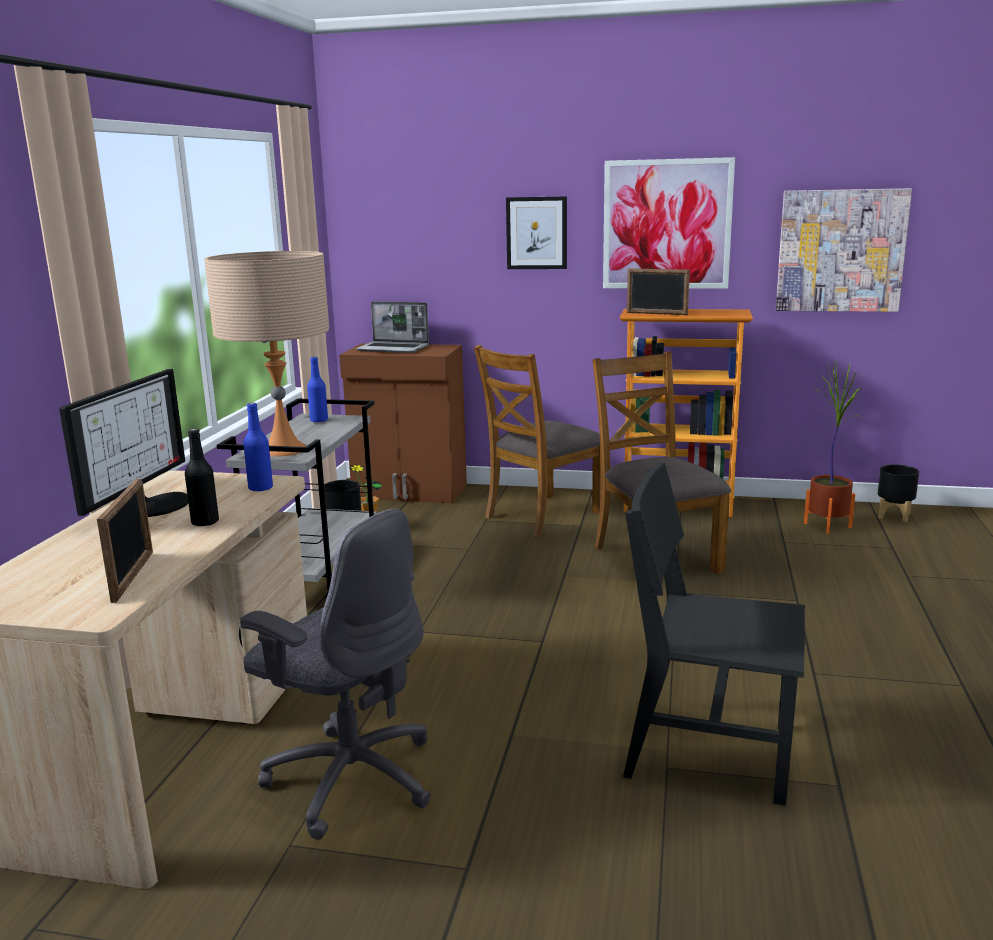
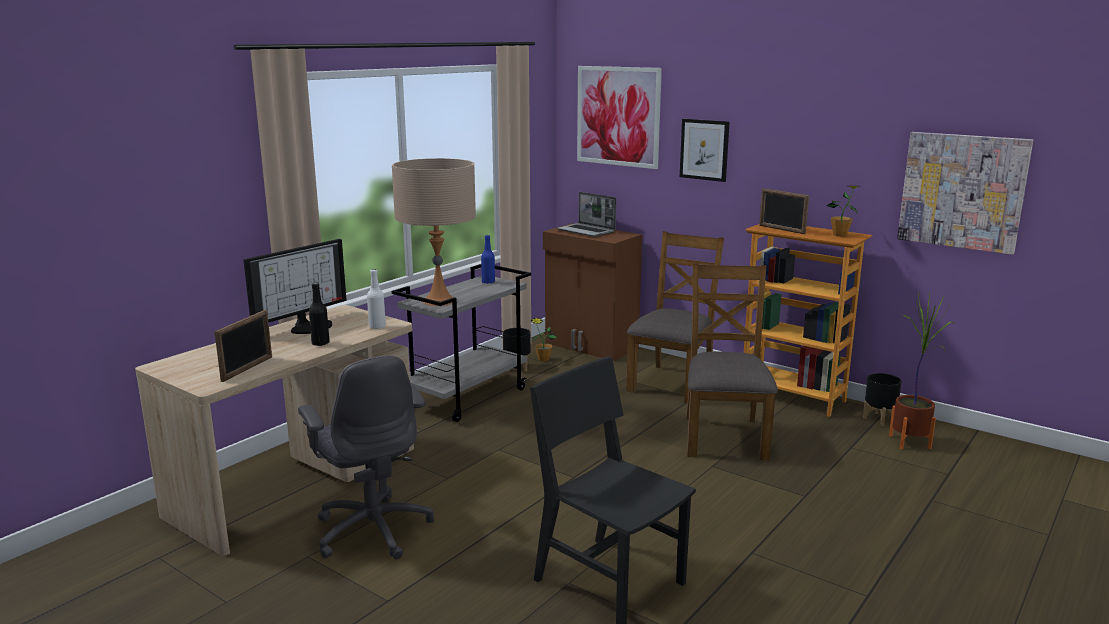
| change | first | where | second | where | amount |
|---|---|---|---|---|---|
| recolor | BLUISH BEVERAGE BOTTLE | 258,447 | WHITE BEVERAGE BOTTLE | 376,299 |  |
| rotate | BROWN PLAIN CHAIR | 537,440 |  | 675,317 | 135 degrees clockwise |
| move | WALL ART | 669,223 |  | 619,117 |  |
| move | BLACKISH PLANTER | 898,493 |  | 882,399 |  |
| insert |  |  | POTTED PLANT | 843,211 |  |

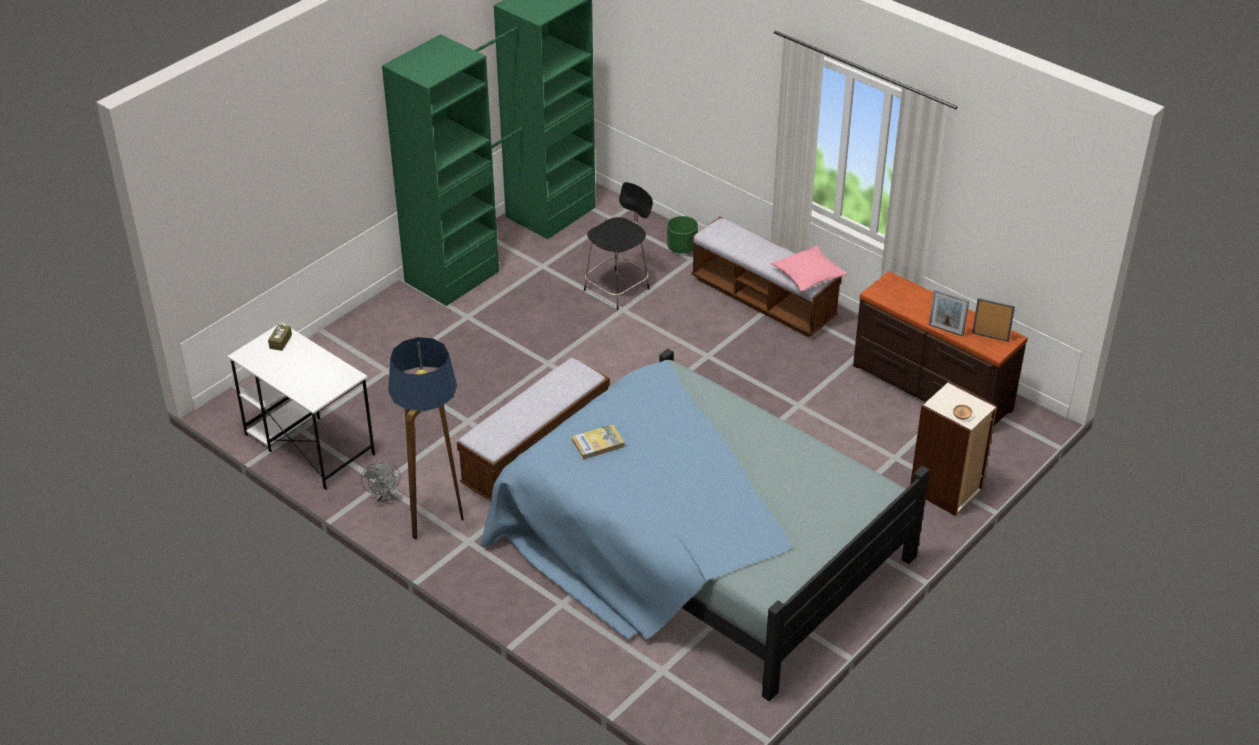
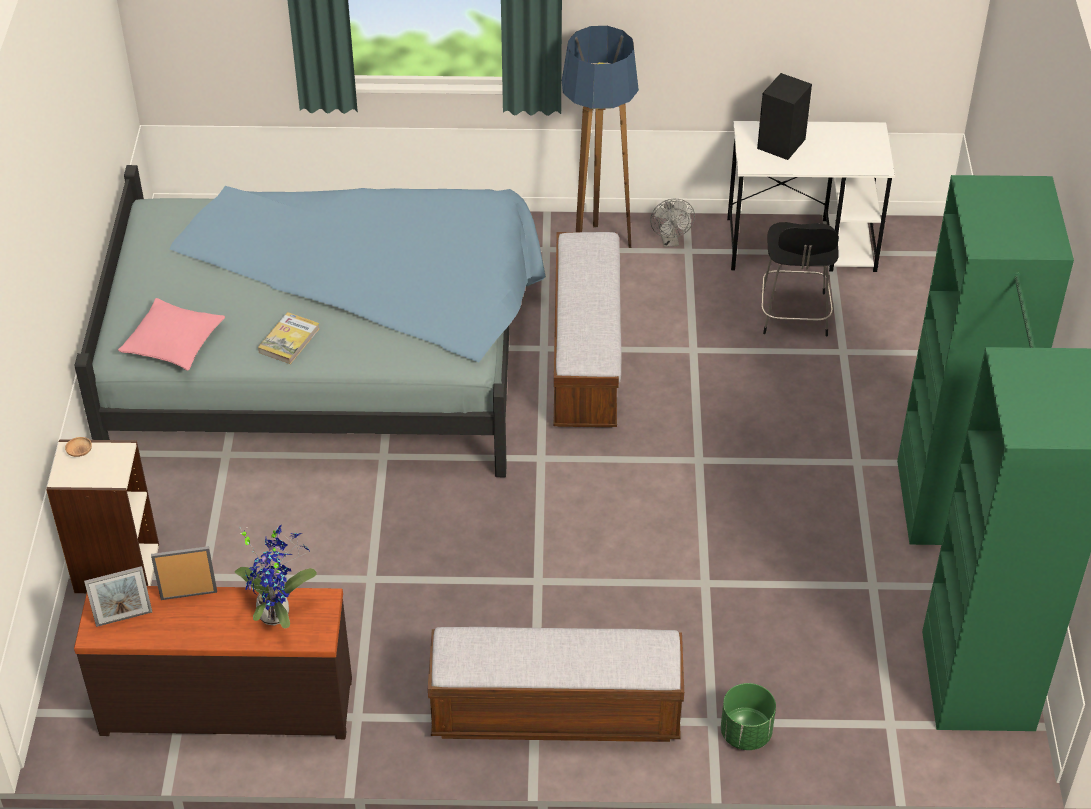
| change | first | where | second | where | amount |
|---|---|---|---|---|---|
| delete | BROWN BOX OF TISSUES | 280,337 |  |  |  |
| rotate | GREY FAN | 380,481 |  | 672,223 | 135 degrees counterclockwise |
| move | BOOK | 598,442 |  | 289,338 |  |
| move | BLACKISH STOOL SEAT | 618,246 |  | 800,279 |  |
| move | PINK CUSHION | 809,269 |  | 171,334 |  |
| insert |  |  | POTTED PLANT | 276,576 |  |
| insert |  |  | BLACKISH AUDIO SPEAKER | 784,116 |  |

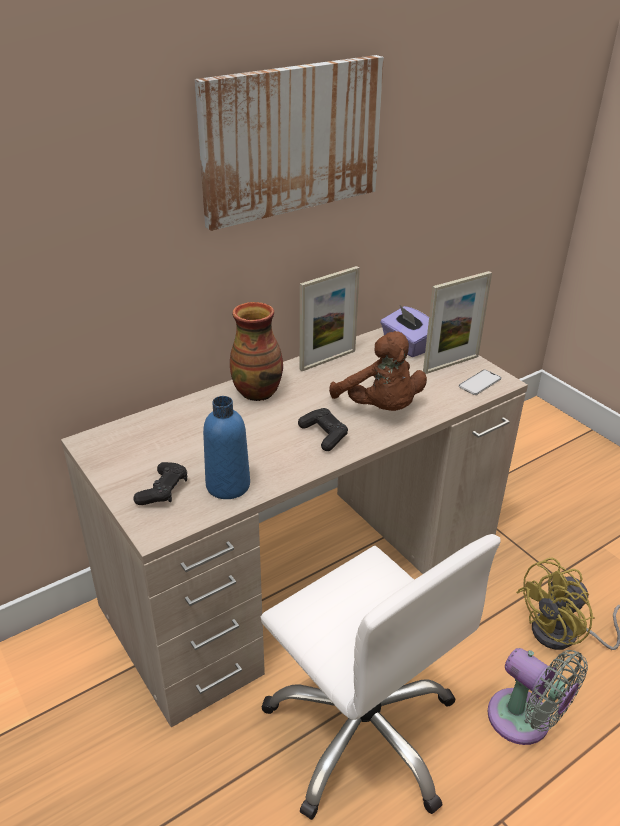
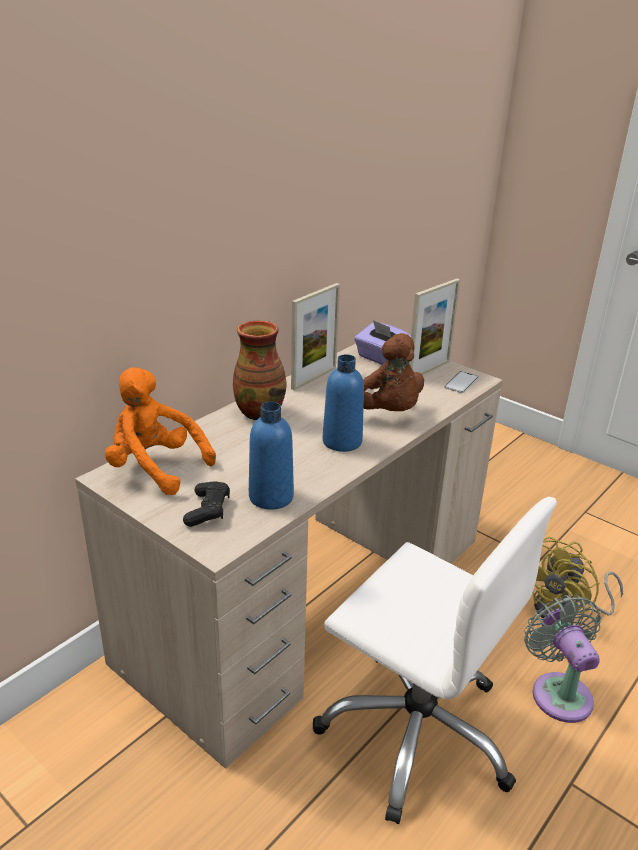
| change | first | where | second | where | amount |
|---|---|---|---|---|---|
| delete | WALL ART | 289,143 |  |  |  |
| replace | BLACKISH JOYPAD | 323,429 | BLUISH BEVERAGE BOTTLE | 343,403 |  |
| rotate | GREY FAN | 537,696 |  | 562,659 | 135 degrees counterclockwise |
| insert |  |  | ORANGEY PLUSH TOY | 160,431 |  |

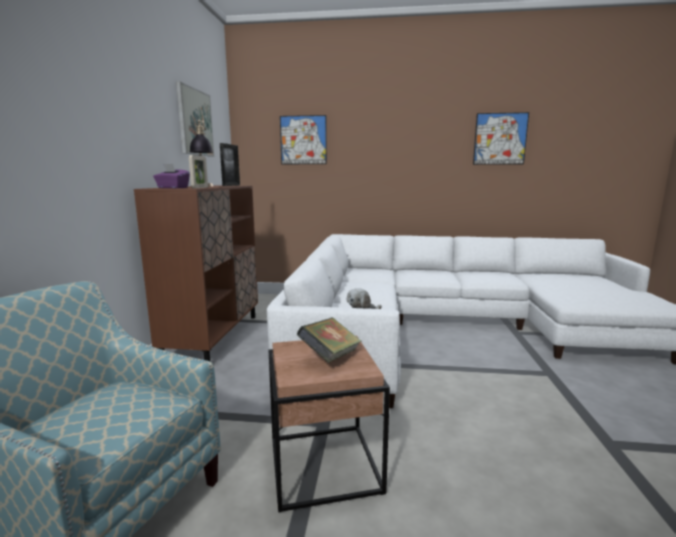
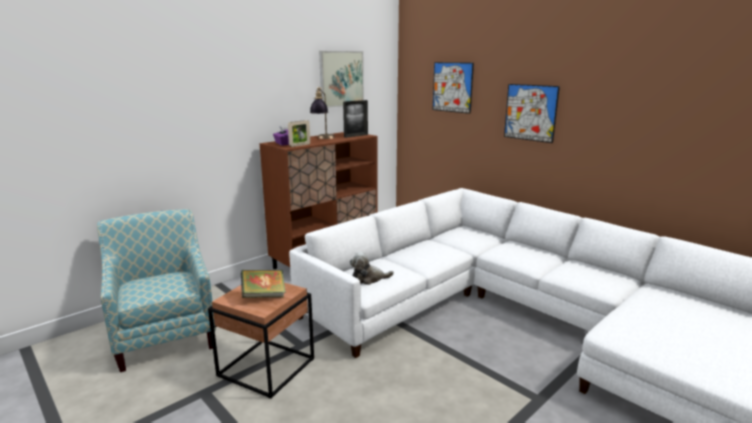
| change | first | where | second | where | amount |
|---|---|---|---|---|---|
| move | WALL ART | 501,138 |  | 532,113 |  |

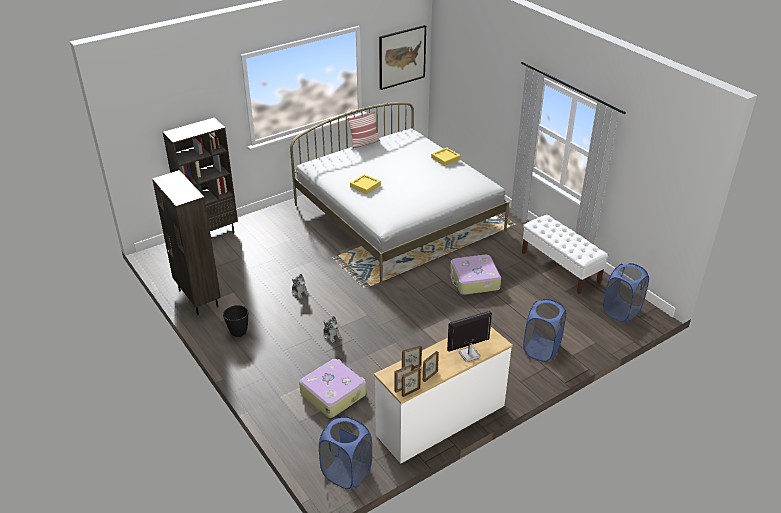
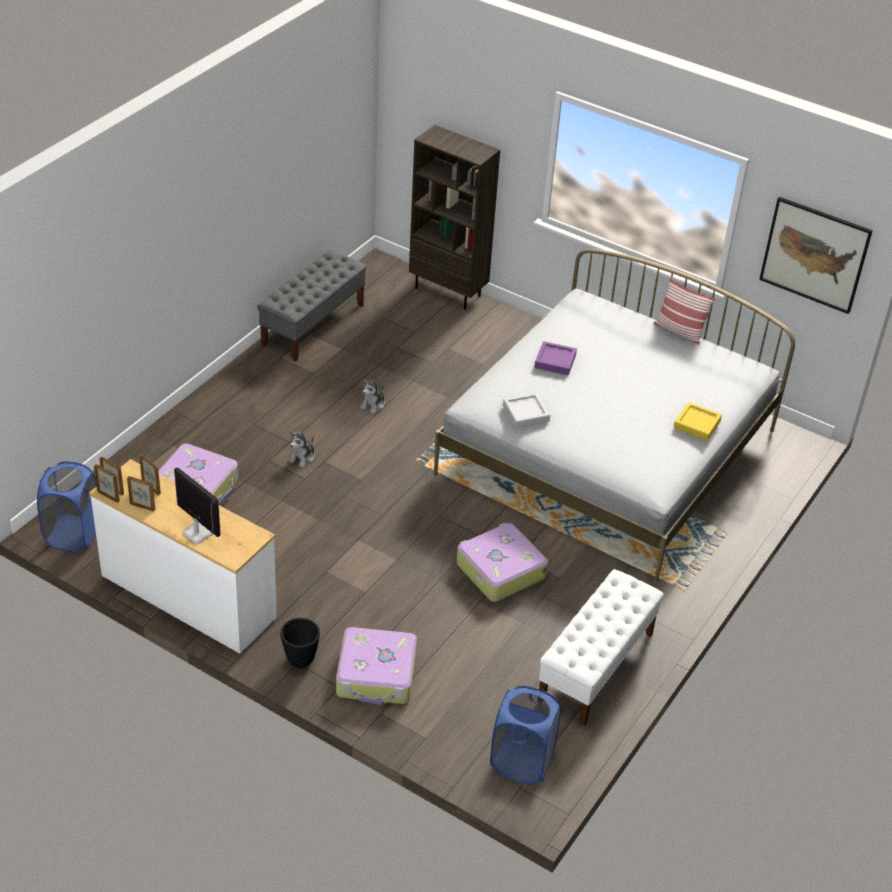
| change | first | where | second | where | amount |
|---|---|---|---|---|---|
| replace | BROWN SHELVING UNIT | 186,242 | GREY BENCH | 312,306 |  |
| move | BLACKISH PLANTER | 236,321 |  | 300,643 |  |
| recolor | YELLOW-COLOURED CARRYING TRAY | 365,184 | PURPLE-COLOURED CARRYING TRAY | 556,358 |  |
| replace | BLUISH LAUNDRY BASKET | 544,330 | SUITCASE | 376,666 |  |
| insert |  |  | GREY CARRYING TRAY | 526,410 |  |

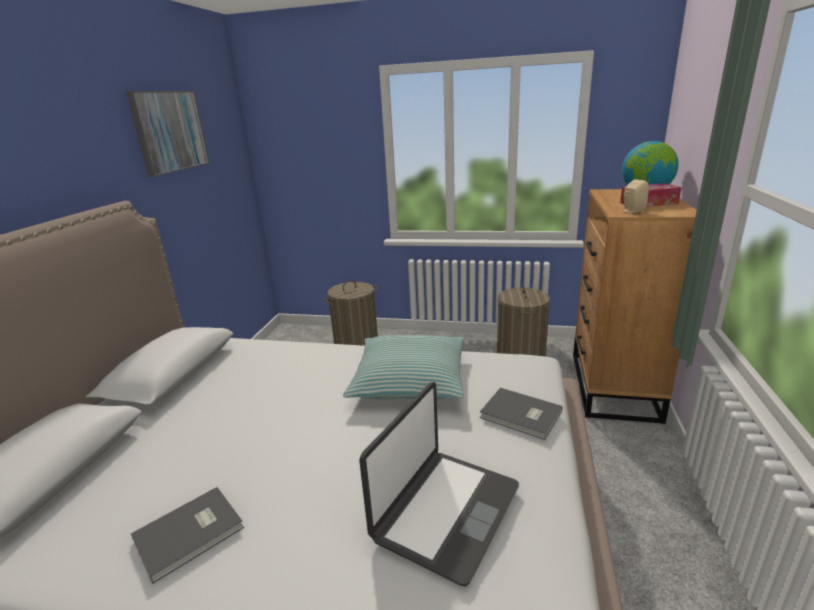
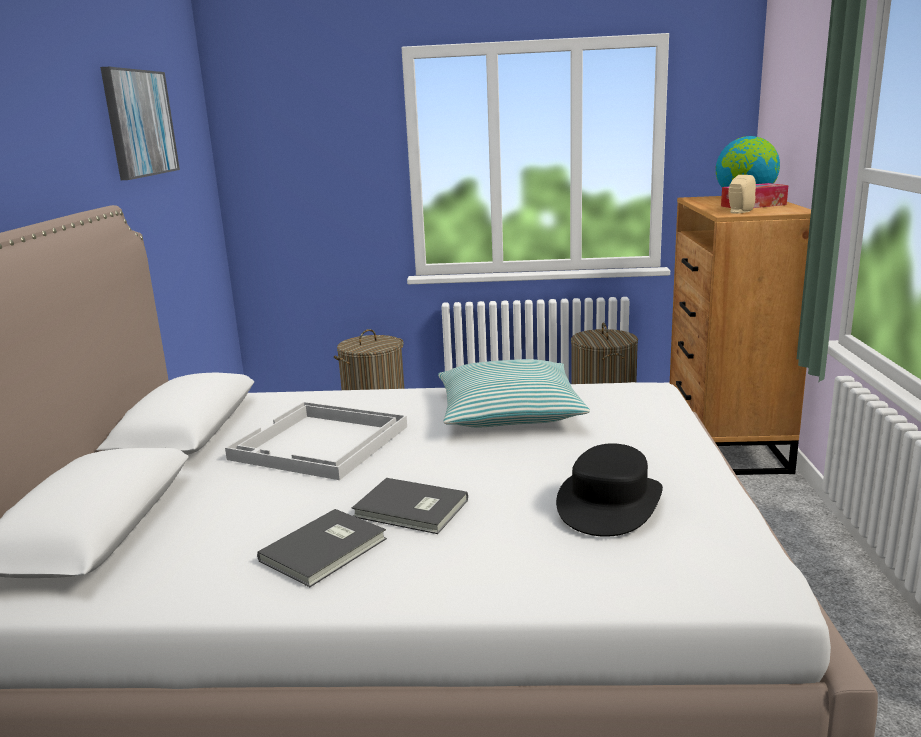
| change | first | where | second | where | amount |
|---|---|---|---|---|---|
| replace | PORTABLE COMPUTER | 439,484 | BLACKISH WEARABLE HAT | 609,490 |  |
| move | GREY BOOK | 521,414 |  | 410,506 |  |
| insert |  |  | WHITE CARRYING TRAY | 316,441 |  |

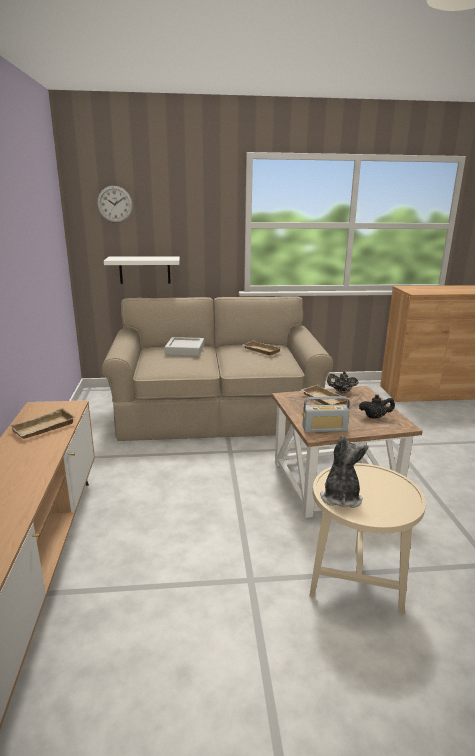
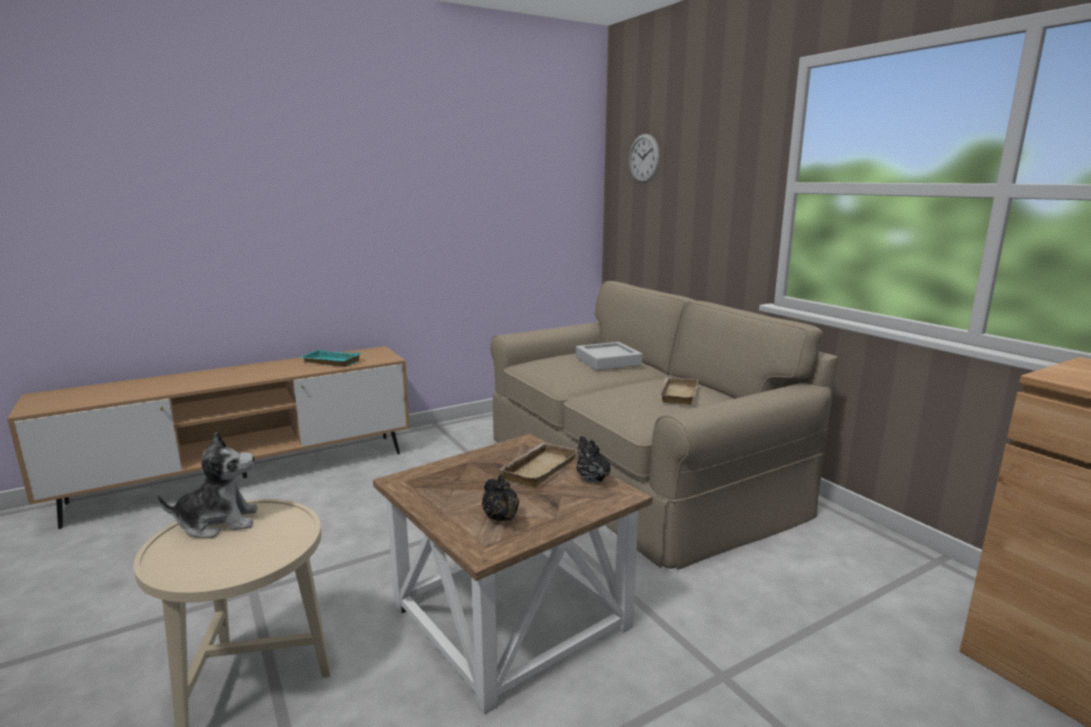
| change | first | where | second | where | amount |
|---|---|---|---|---|---|
| recolor | BEIGE CARRYING TRAY | 42,423 | TURQUOISE-COLOURED CARRYING TRAY | 330,358 |  |
| delete | WHITE SHELF | 142,270 |  |  |  |
| delete | RADIO SET | 326,414 |  |  |  |

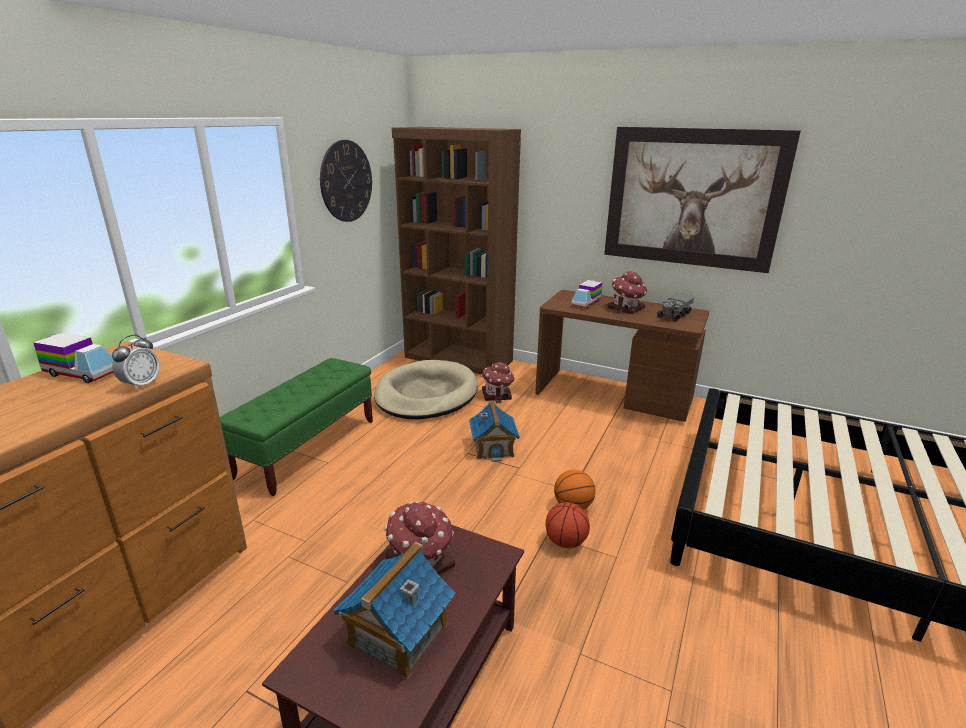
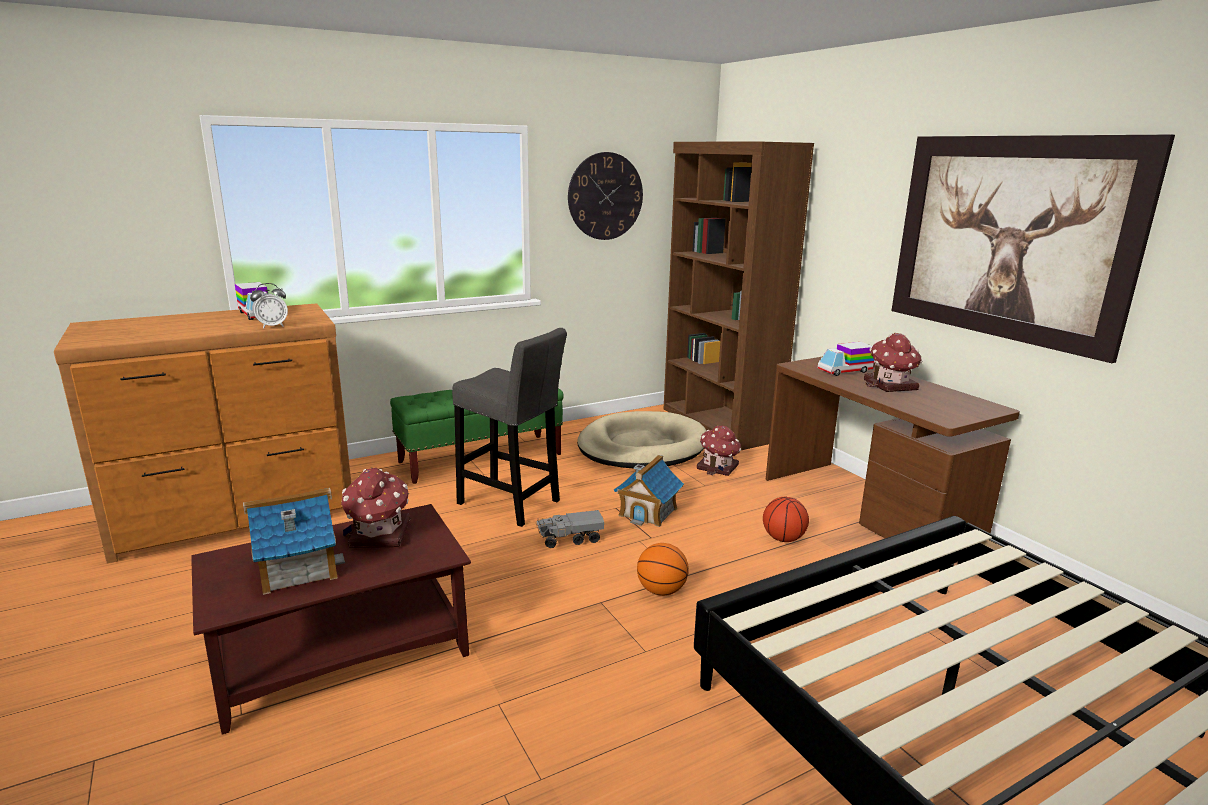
| change | first | where | second | where | amount |
|---|---|---|---|---|---|
| move | BALL FOR BASKETBALL | 568,525 |  | 786,519 |  |
| move | MODEL TRUCK | 675,307 |  | 570,529 |  |
| insert |  |  | GREY STOOL SEAT | 509,427 |  |

